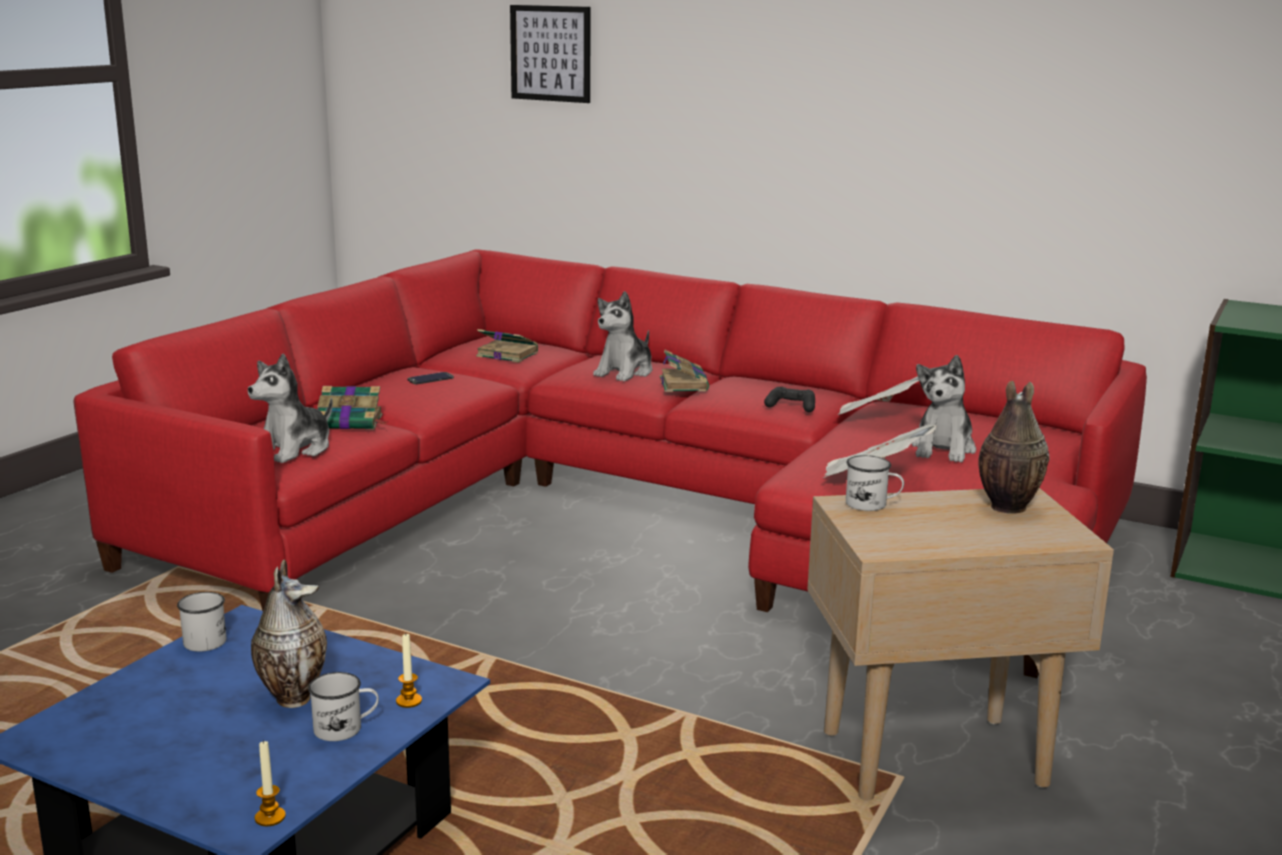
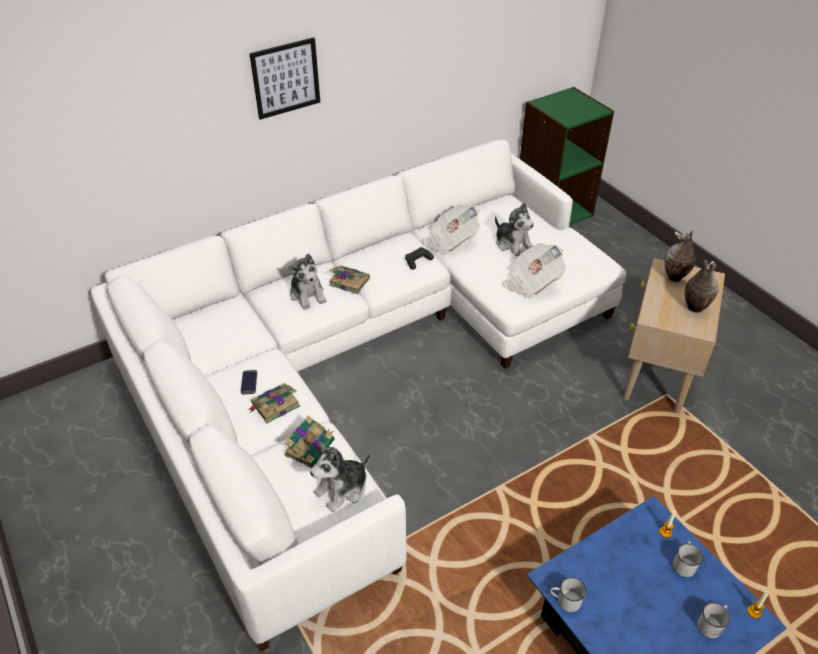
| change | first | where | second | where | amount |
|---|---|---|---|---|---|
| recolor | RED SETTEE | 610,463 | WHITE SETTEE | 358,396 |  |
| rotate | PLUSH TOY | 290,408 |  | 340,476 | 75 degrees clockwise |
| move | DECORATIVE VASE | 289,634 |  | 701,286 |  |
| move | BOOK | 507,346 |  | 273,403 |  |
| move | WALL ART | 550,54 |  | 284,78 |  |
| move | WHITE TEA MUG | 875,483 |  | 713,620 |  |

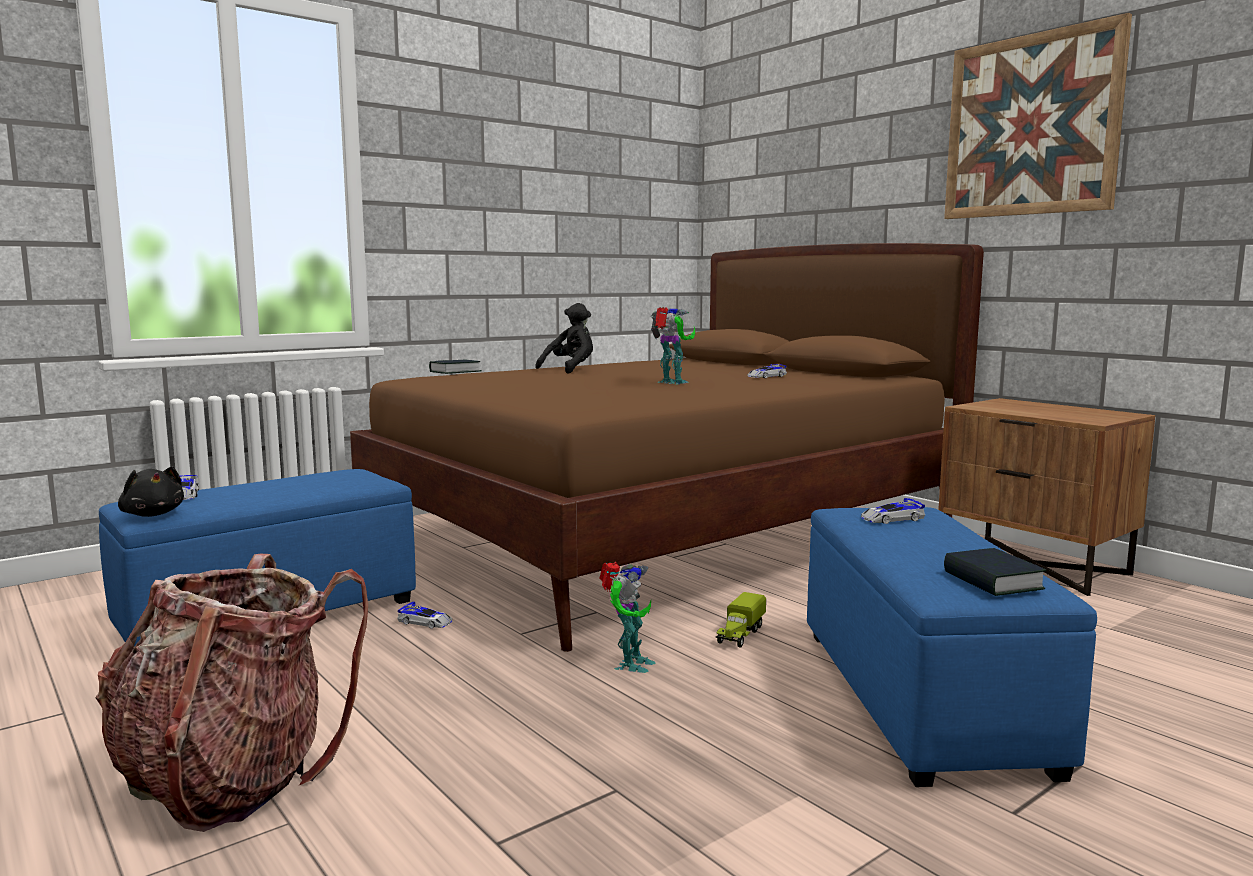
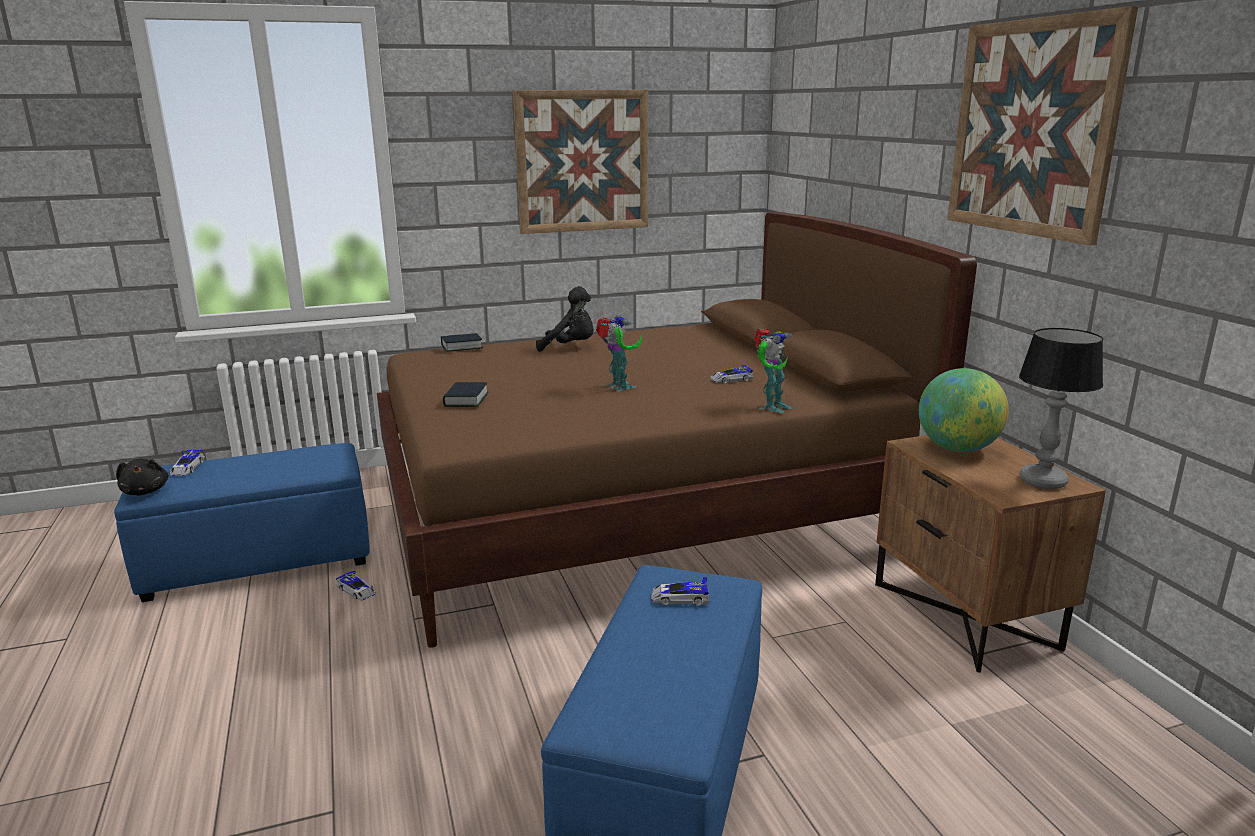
| change | first | where | second | where | amount |
|---|---|---|---|---|---|
| delete | KNAPSACK | 231,693 |  |  |  |
| rotate | BLACKISH PLUSH TOY | 564,338 |  | 565,319 | 45 degrees clockwise |
| move | TOY ROBOT | 627,617 |  | 773,370 |  |
| delete | MODEL TRUCK | 741,620 |  |  |  |
| move | BOOK | 995,572 |  | 466,394 |  |
| insert |  |  | WALL ART | 580,162 |  |
| insert |  |  | DESK GLOBE | 964,410 |  |
| insert |  |  | TABLETOP LAMP | 1061,408 |  |

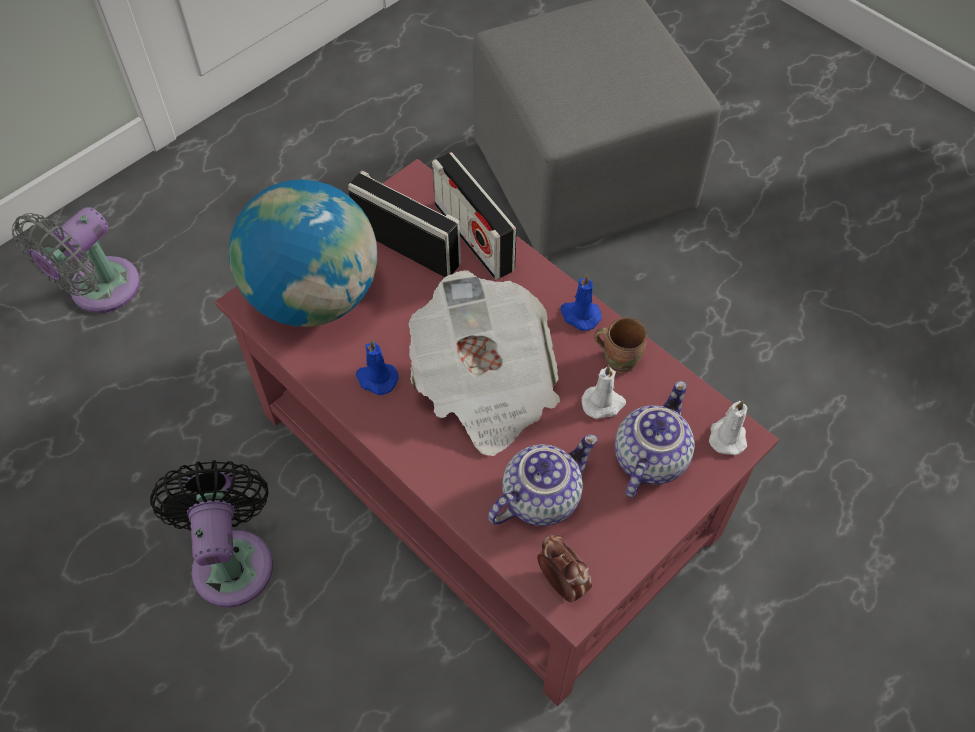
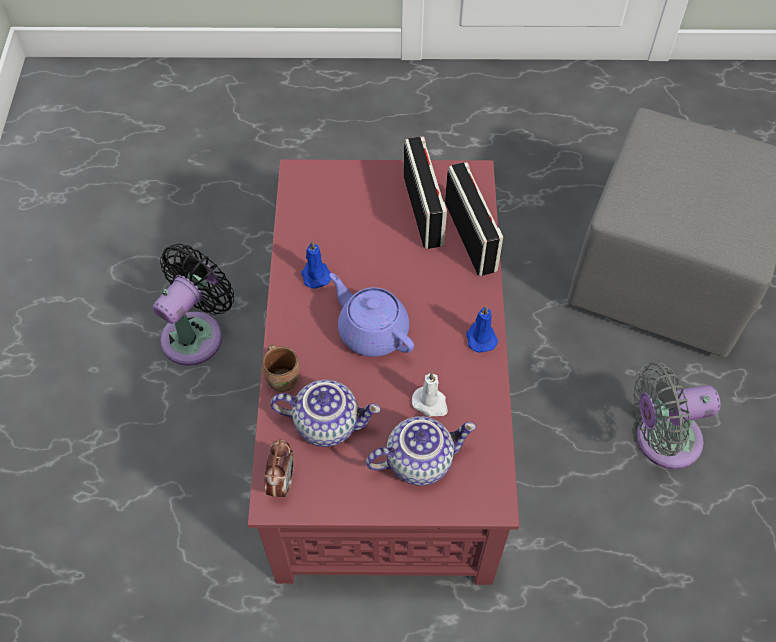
| change | first | where | second | where | amount |
|---|---|---|---|---|---|
| move | GREY FAN | 76,260 |  | 677,415 |  |
| delete | DESK GLOBE | 303,253 |  |  |  |
| replace | PRINTED PAPER | 484,363 | PURPLE-COLOURED TEAPOT | 371,315 |  |
| rotate | RADIO SET | 474,216 |  | 474,219 | 150 degrees clockwise |
| move | BROWN TEA MUG | 620,345 |  | 281,368 |  |
| delete | WHITE CANDLE | 728,427 |  |  |  |

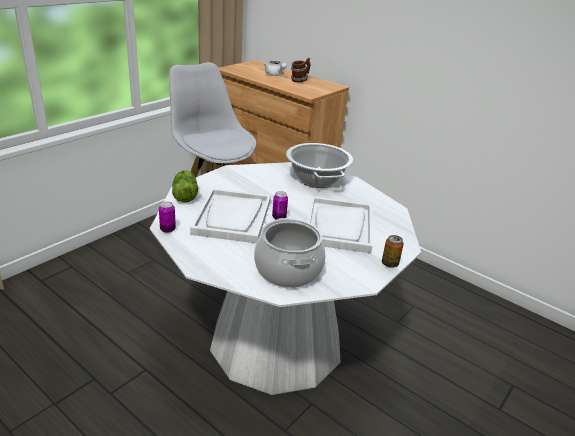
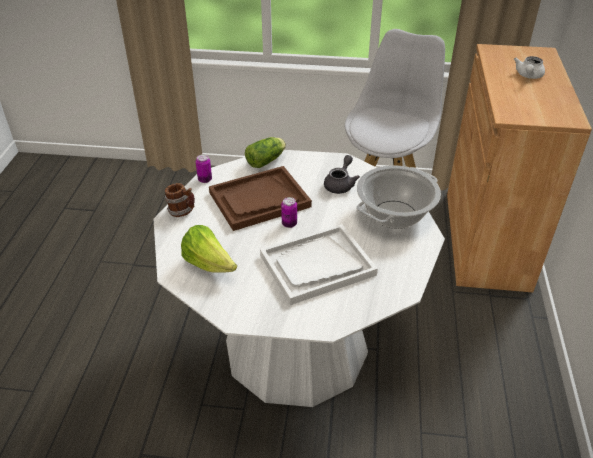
| change | first | where | second | where | amount |
|---|---|---|---|---|---|
| recolor | WHITE CARRYING TRAY | 230,215 | BROWN CARRYING TRAY | 260,198 |  |
| replace | STOCKPOT | 289,253 | HEAD OF LETTUCE | 209,249 |  |
| move | TEA MUG | 301,70 |  | 179,200 |  |
| delete | METAL CAN | 393,251 |  |  |  |
| insert |  |  | GREY TEAPOT | 342,174 |  |

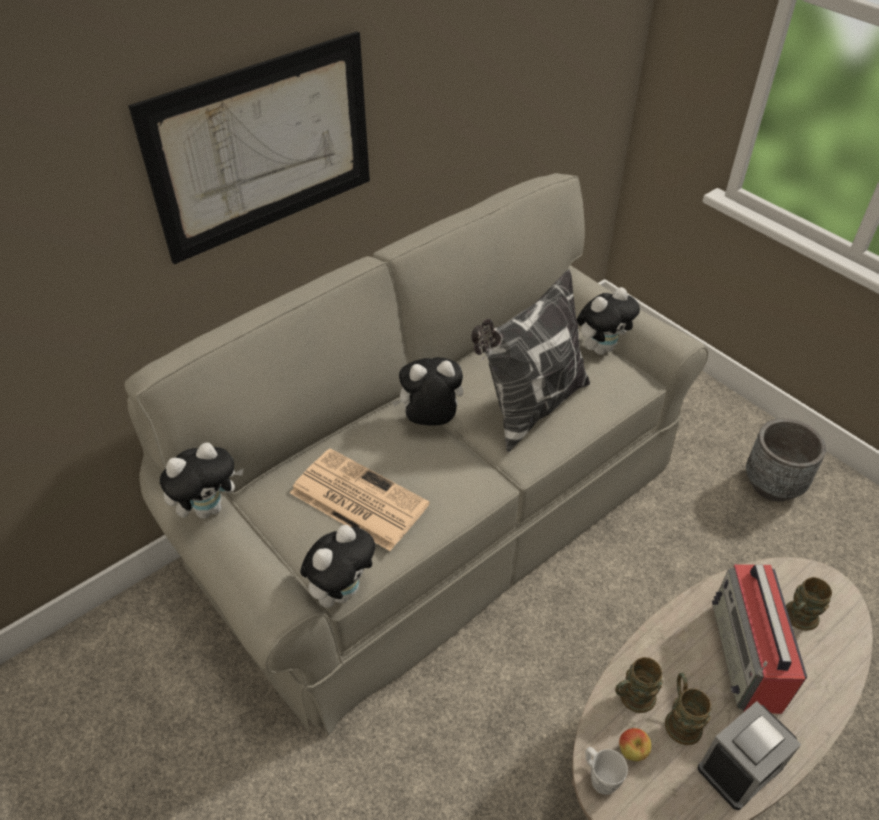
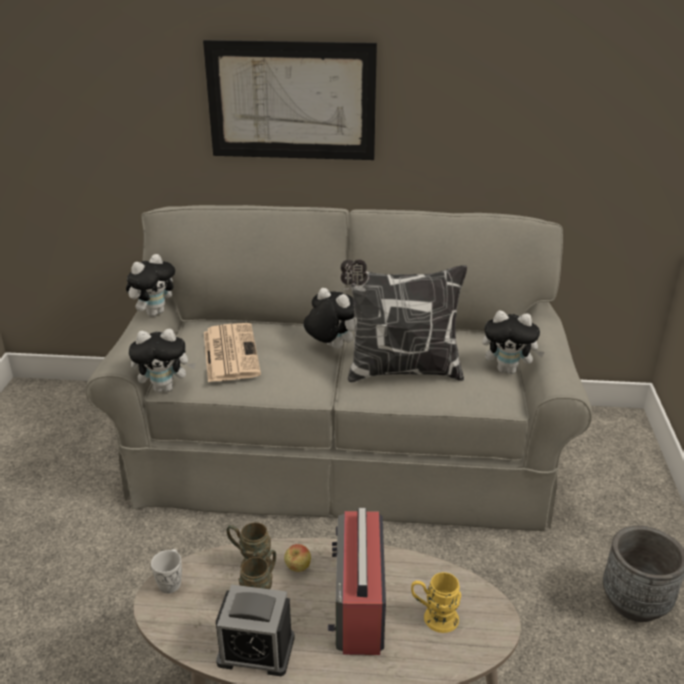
| change | first | where | second | where | amount |
|---|---|---|---|---|---|
| rotate | PLUSH TOY | 201,481 |  | 150,285 | 60 degrees counterclockwise |
| move | WHOLE APPLE | 635,744 |  | 297,558 |  |
| rotate | RADIO SET | 759,639 |  | 357,581 | 45 degrees counterclockwise |
| recolor | BROWN TEA MUG | 809,604 | YELLOW-COLOURED TEA MUG | 436,602 |  |

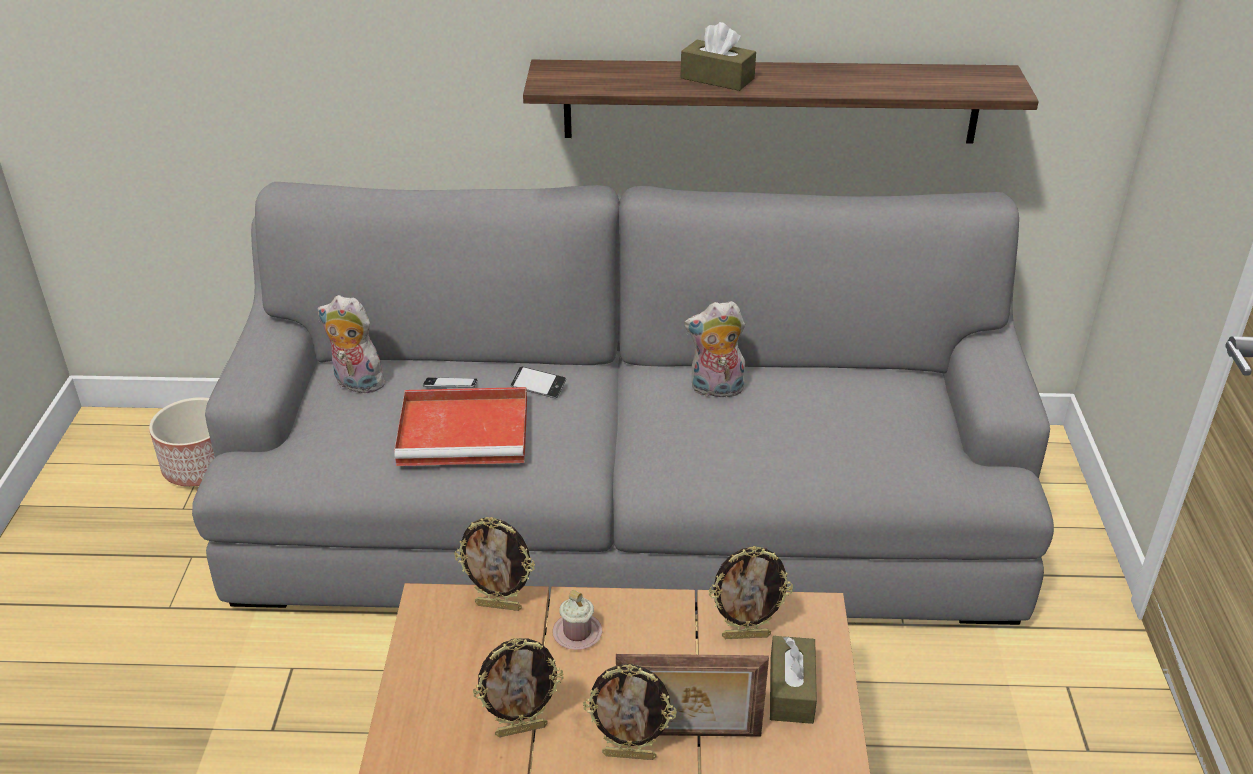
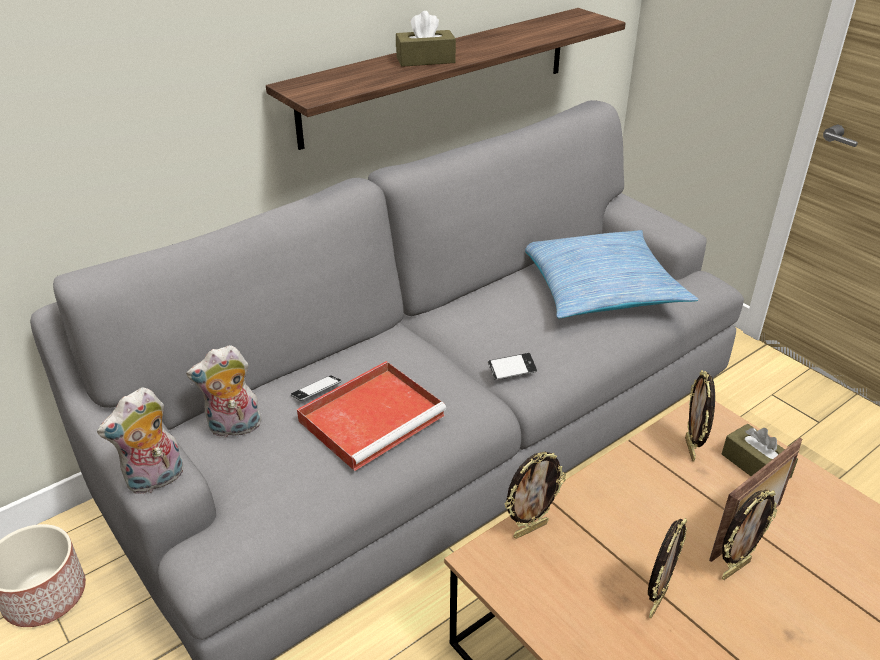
| change | first | where | second | where | amount |
|---|---|---|---|---|---|
| move | PHONE | 538,382 |  | 512,366 |  |
| delete | PINK TEA MUG | 577,620 |  |  |  |
| move | PLUSH TOY | 714,351 |  | 140,440 |  |
| rotate | PHOTO FRAME | 750,592 |  | 700,415 | 135 degrees clockwise |
| insert |  |  | CUSHION | 611,274 |  |

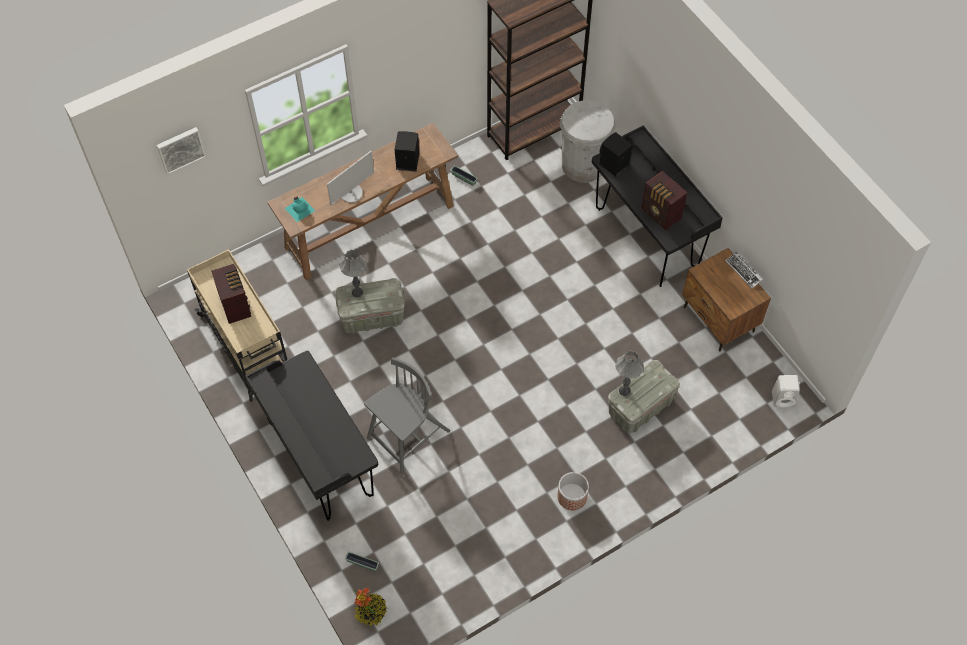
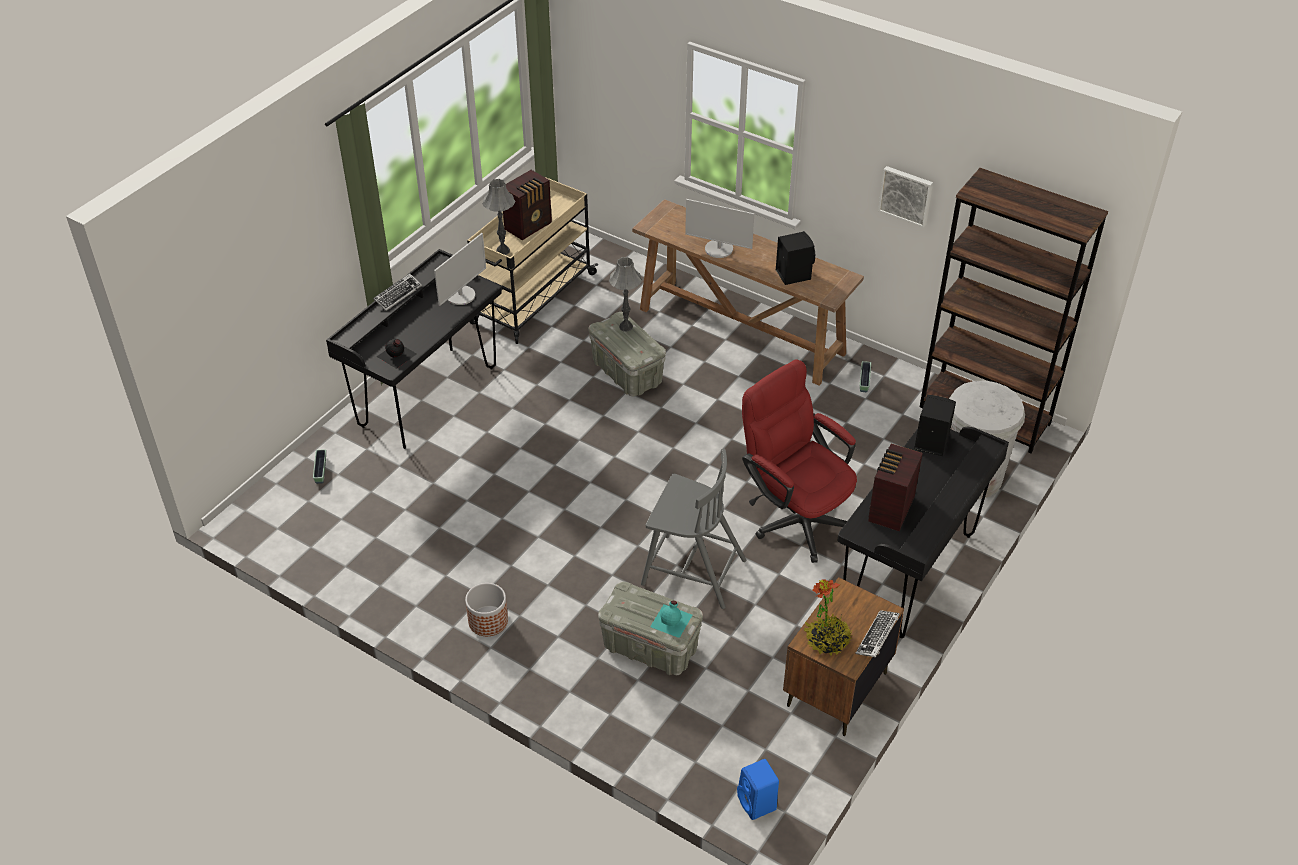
| change | first | where | second | where | amount |
|---|---|---|---|---|---|
| move | WALL ART | 181,151 |  | 905,197 |  |
| move | TURQUOISE-COLOURED BEVERAGE BOTTLE | 300,209 |  | 671,619 |  |
| move | POTTED PLANT | 370,607 |  | 828,617 |  |
| move | GREY PLAIN CHAIR | 407,415 |  | 694,528 |  |
| move | GREY TABLETOP LAMP | 629,373 |  | 499,217 |  |
| recolor | WHITE AUDIO SPEAKER | 786,391 | BLUISH AUDIO SPEAKER | 758,789 |  |
| insert |  |  | PC KEYBOARD | 397,292 |  |
| insert |  |  | BLACKISH BEVERAGE BOTTLE | 397,354 |  |
| insert |  |  | MONITOR | 460,269 |  |
| insert |  |  | RED COMPUTER CHAIR | 799,461 |  |

